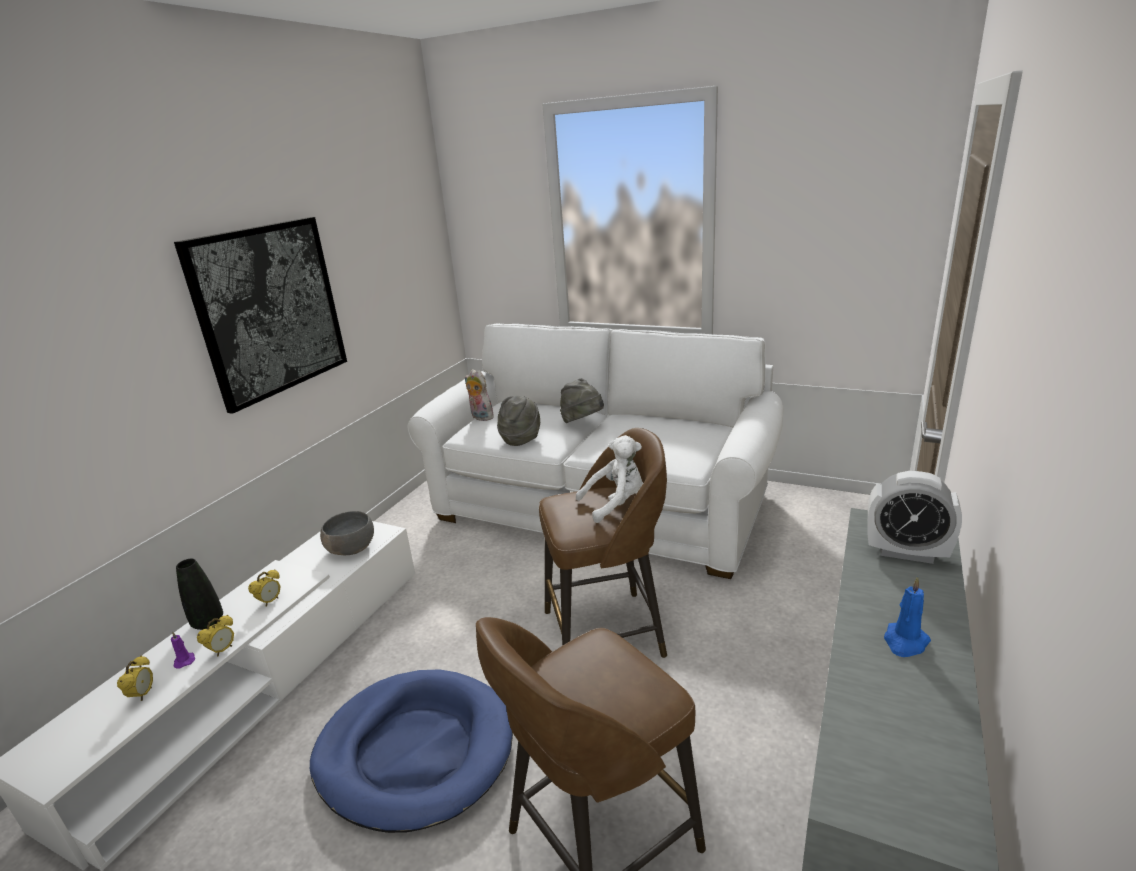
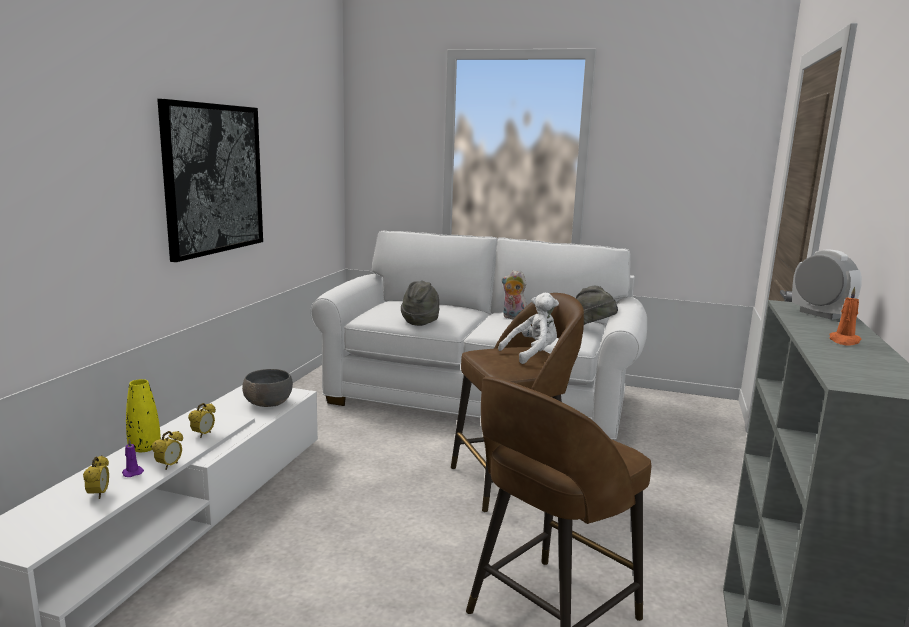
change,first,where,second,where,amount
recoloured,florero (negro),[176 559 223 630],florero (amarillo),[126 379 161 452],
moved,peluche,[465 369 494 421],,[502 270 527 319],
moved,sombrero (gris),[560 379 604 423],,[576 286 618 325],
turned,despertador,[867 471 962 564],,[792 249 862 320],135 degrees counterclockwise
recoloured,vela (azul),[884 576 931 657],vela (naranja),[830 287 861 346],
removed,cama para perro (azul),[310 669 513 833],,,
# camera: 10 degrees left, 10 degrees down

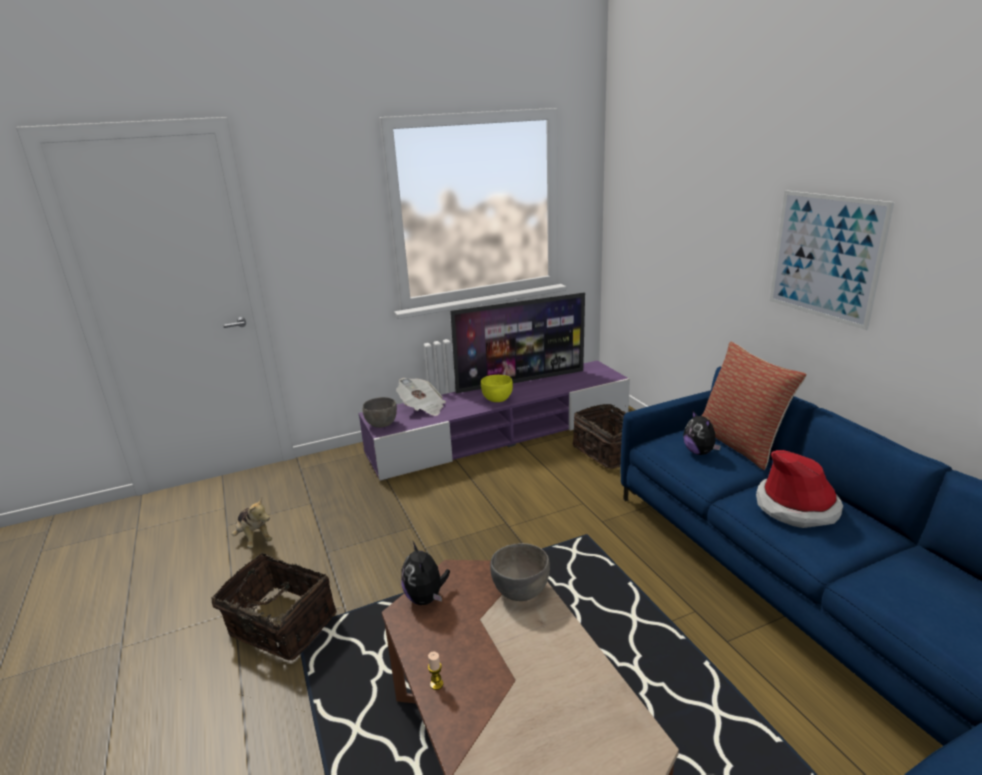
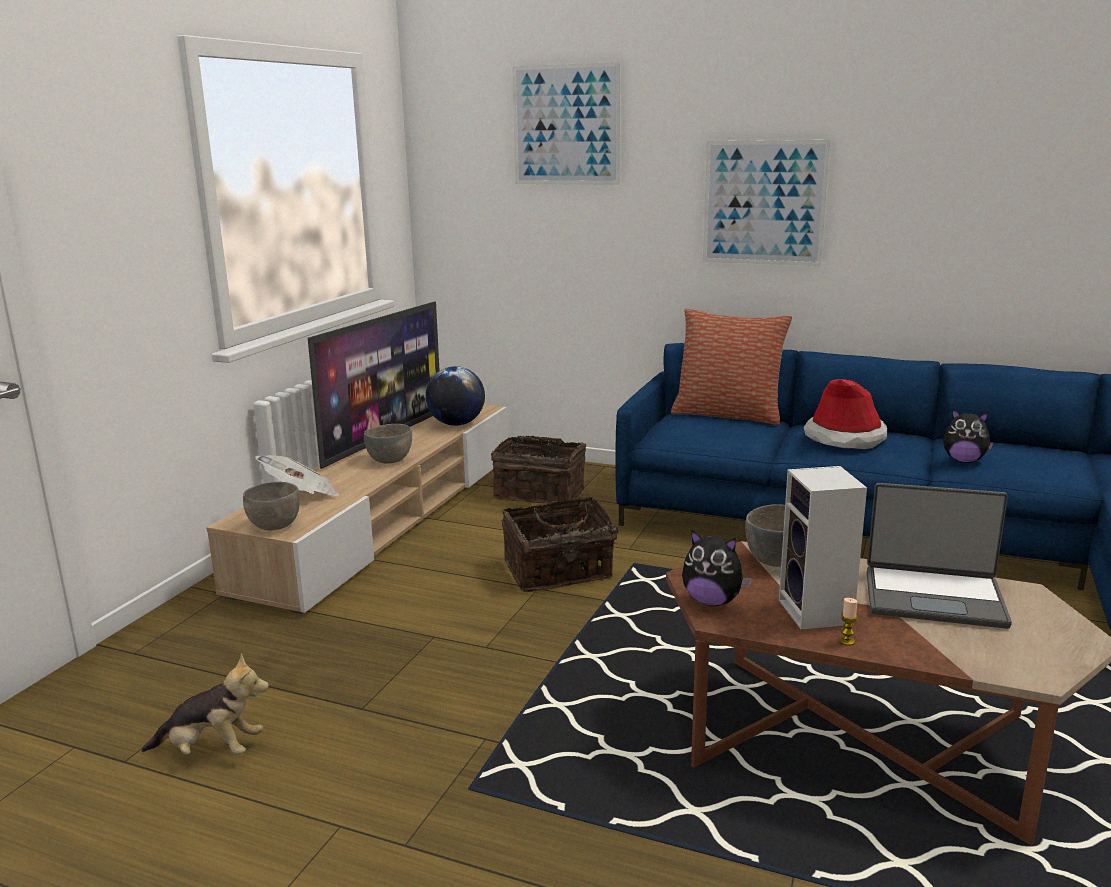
change,first,where,second,where,amount
recoloured,mueble de televisión (morado),[358 360 630 481],mueble de televisión (beis),[206 405 508 614],
recoloured,cuenco (amarillo),[481 375 513 402],cuenco (gris),[364 424 412 463],
added,,,globo terráqueo,[426 366 485 426],
moved,cesta,[212 553 337 661],,[501 496 618 592],
added,,,cuadro,[512 62 621 185],
added,,,altavoz,[779 466 867 630],
added,,,portátil,[867 483 1012 629],
moved,peluche,[683 410 721 455],,[943 409 994 463],
# camera: 45 degrees left, 5 degrees down

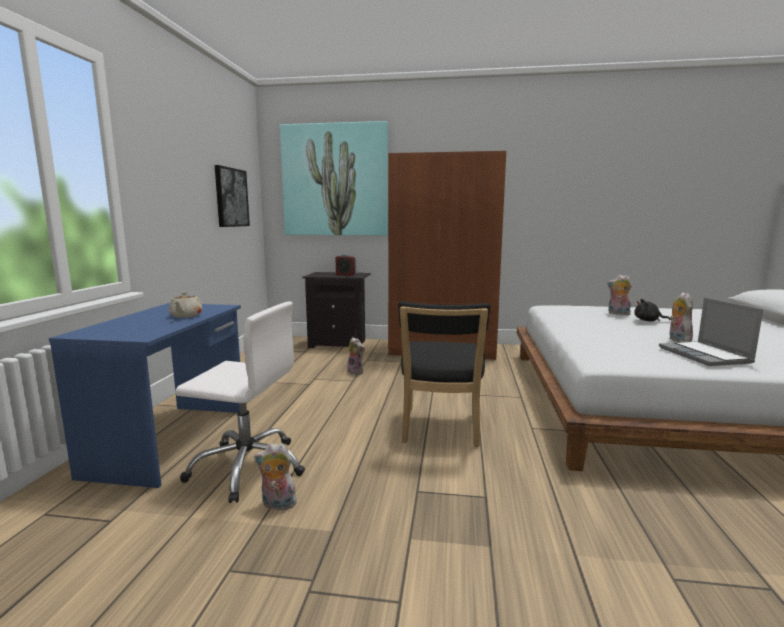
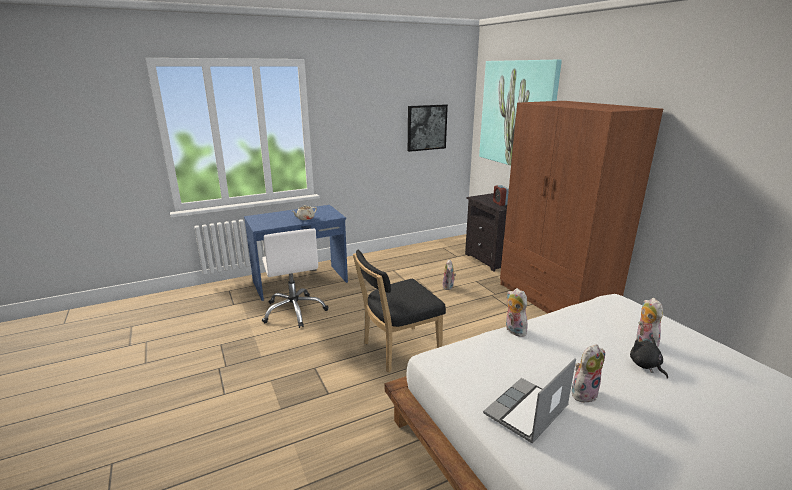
change,first,where,second,where,amount
moved,peluche,[254 443 297 510],,[506 288 527 337],
# camera: 55 degrees right, 10 degrees up

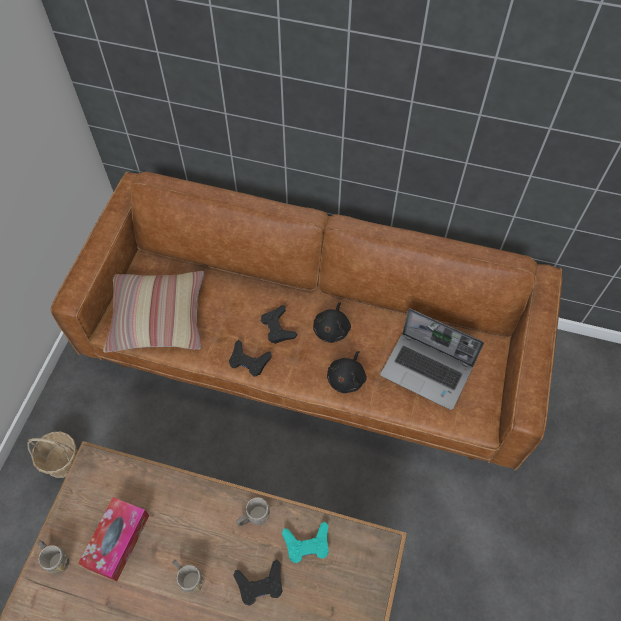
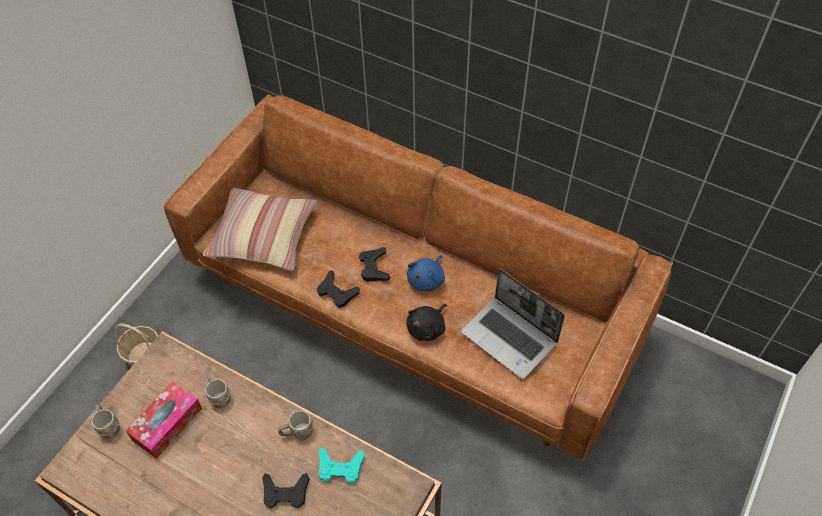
change,first,where,second,where,amount
moved,taza grande (gris),[172 560 203 593],,[206 374 231 409],
recoloured,peluche (negro),[313 302 351 343],peluche (azul),[407 255 445 291],
# camera: 15 degrees right, 5 degrees down

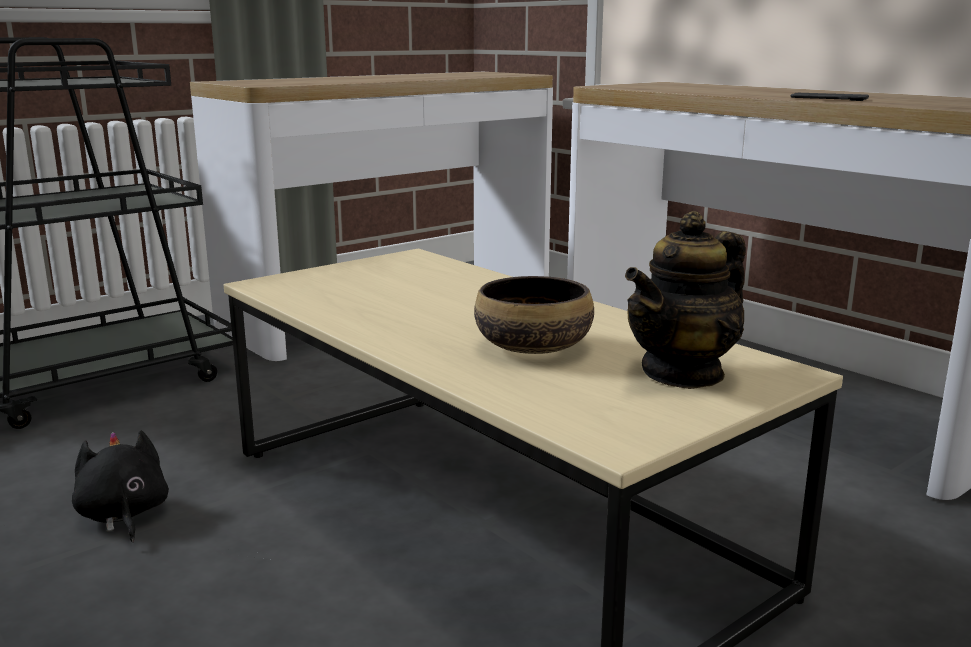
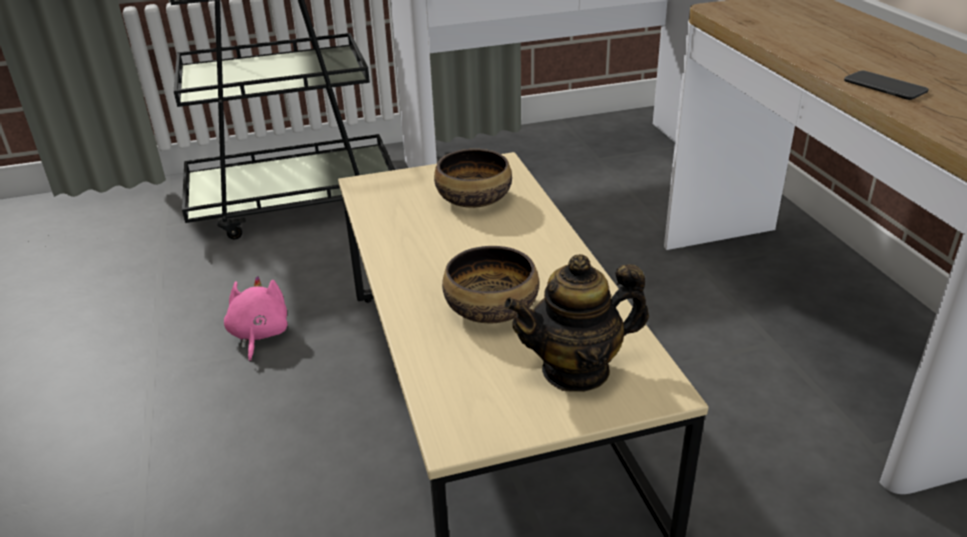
change,first,where,second,where,amount
recoloured,peluche (negro),[72 430 169 542],peluche (rosa),[224 276 288 362],
added,,,cuenco,[434 149 512 208],
# camera: 25 degrees right, 15 degrees up

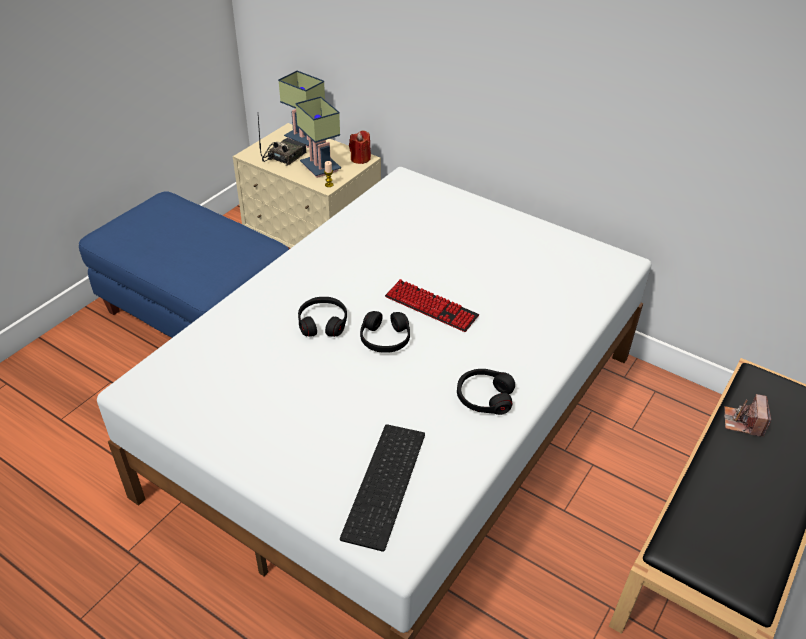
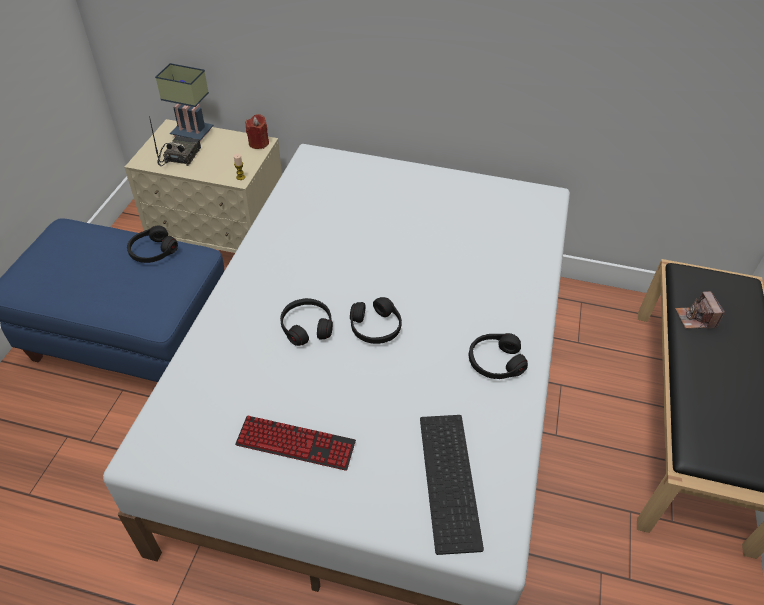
change,first,where,second,where,amount
added,,,auriculares (negro),[127 226 178 263],
moved,teclado,[385 279 479 332],,[235 416 356 471],
removed,lámpara de mesa,[295 96 341 178],,,
# camera: 20 degrees left, 5 degrees up

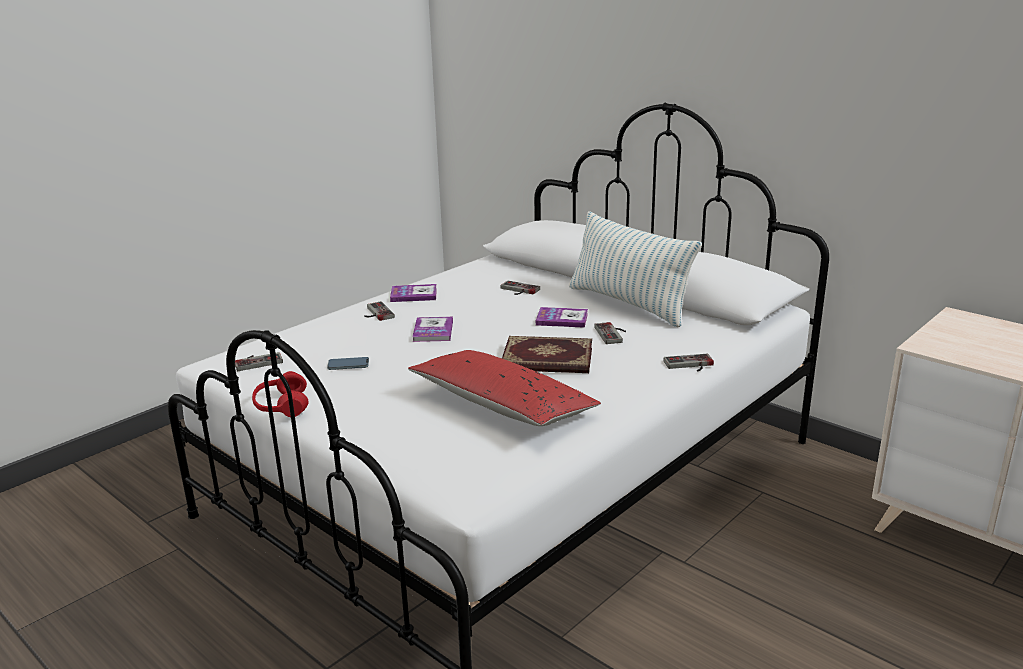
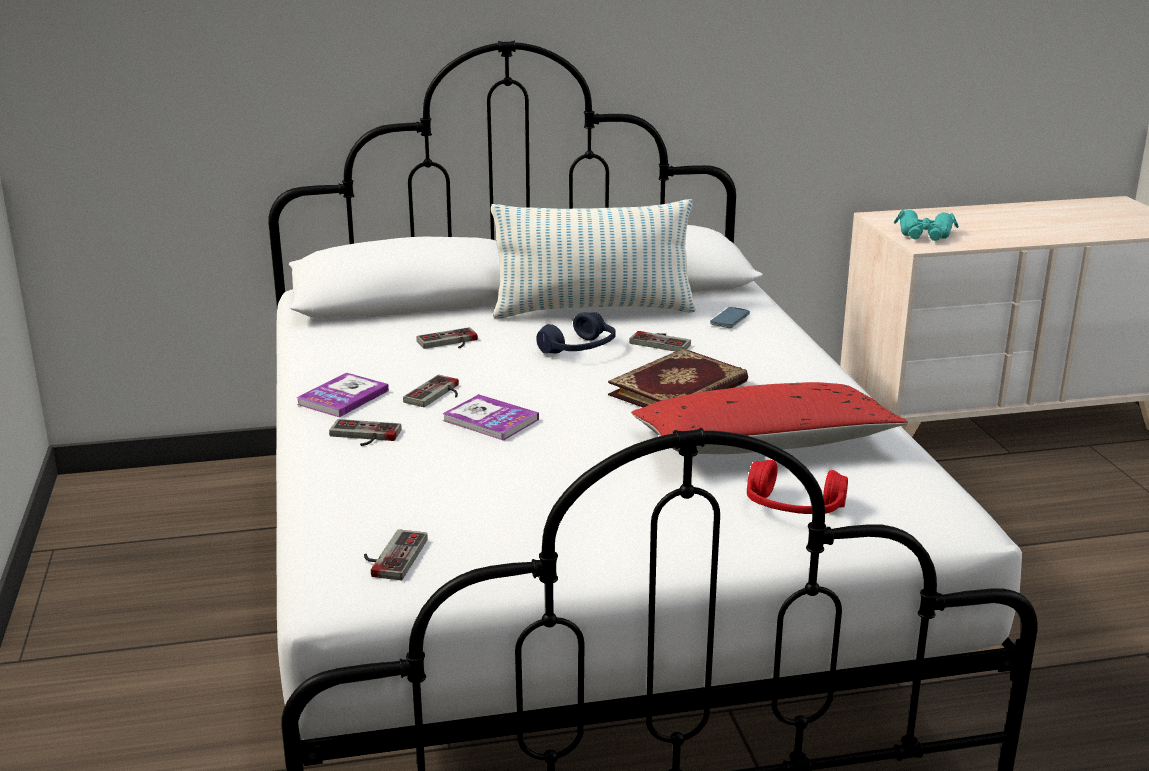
change,first,where,second,where,amount
moved,mando de consola,[663 354 714 372],,[403 375 459 407],
replaced,libro,[536 307 588 328],auriculares (azul),[536 312 616 354],
moved,móvil,[327 357 369 370],,[710 307 750 328],
moved,auriculares (rojo),[252 371 308 417],,[747 460 848 514],
added,,,prismáticos (turquesa),[894 209 959 241],
# camera: 55 degrees left, 0 degrees up

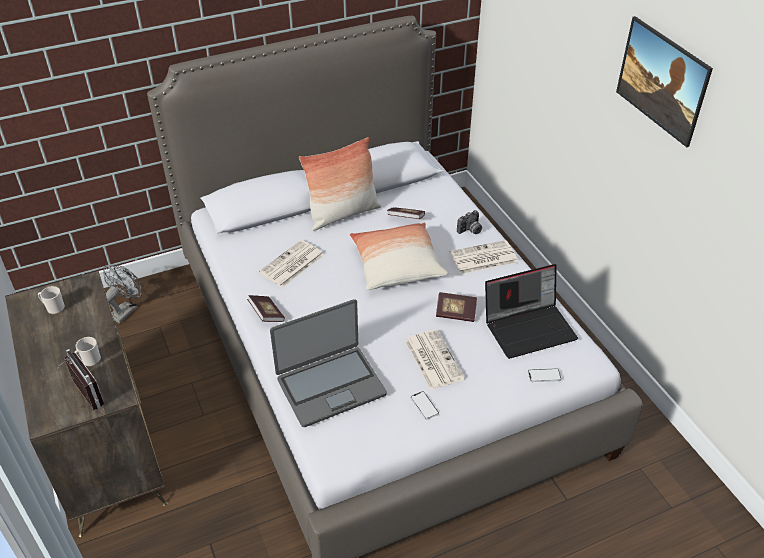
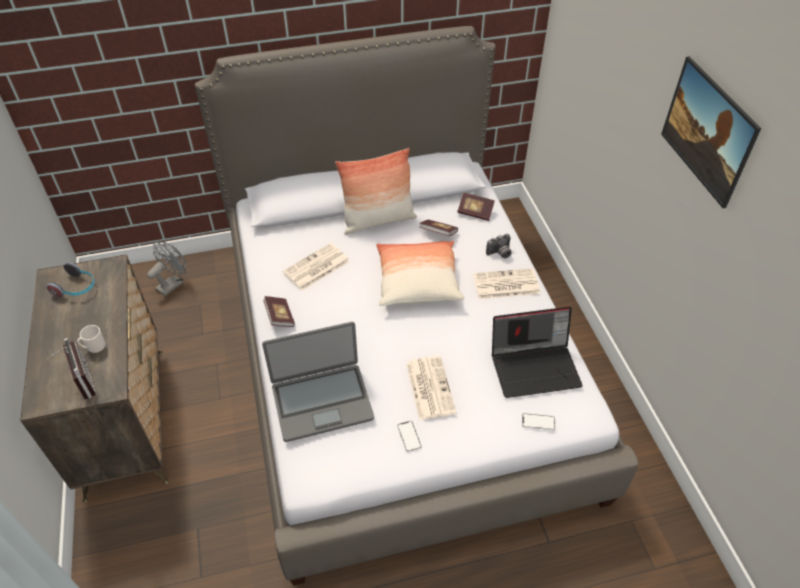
change,first,where,second,where,amount
replaced,taza grande,[38 286 65 314],auriculares,[46 262 94 297],
moved,libro,[436 292 477 322],,[457 193 495 221],
# camera: 10 degrees right, 5 degrees up

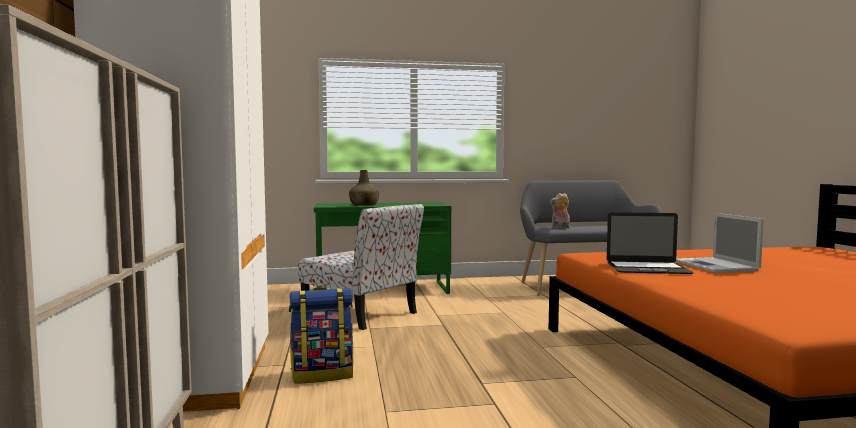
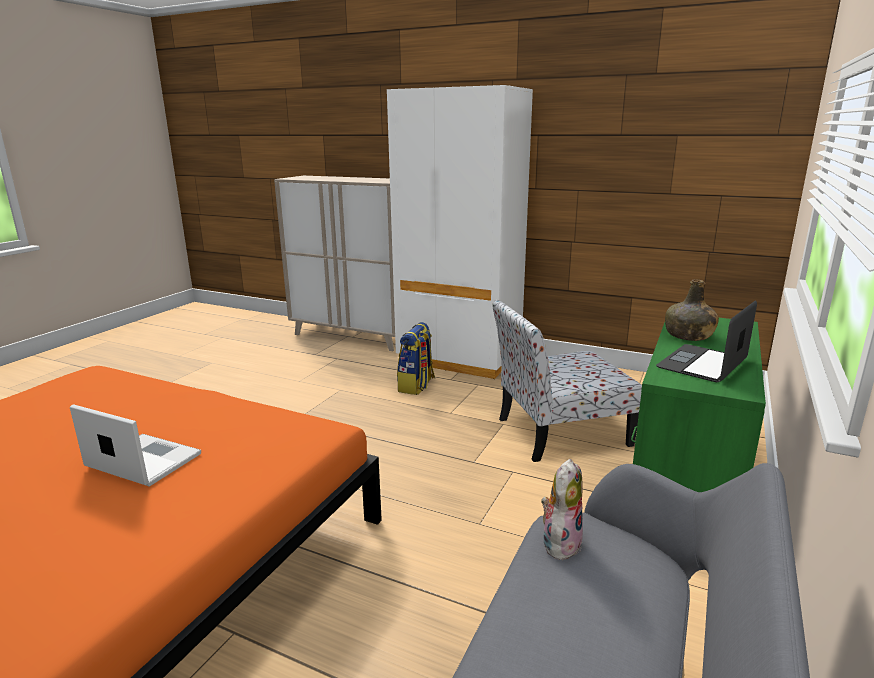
change,first,where,second,where,amount
moved,portátil,[607 212 694 274],,[656 301 757 382],
# camera: 125 degrees right, 15 degrees up

